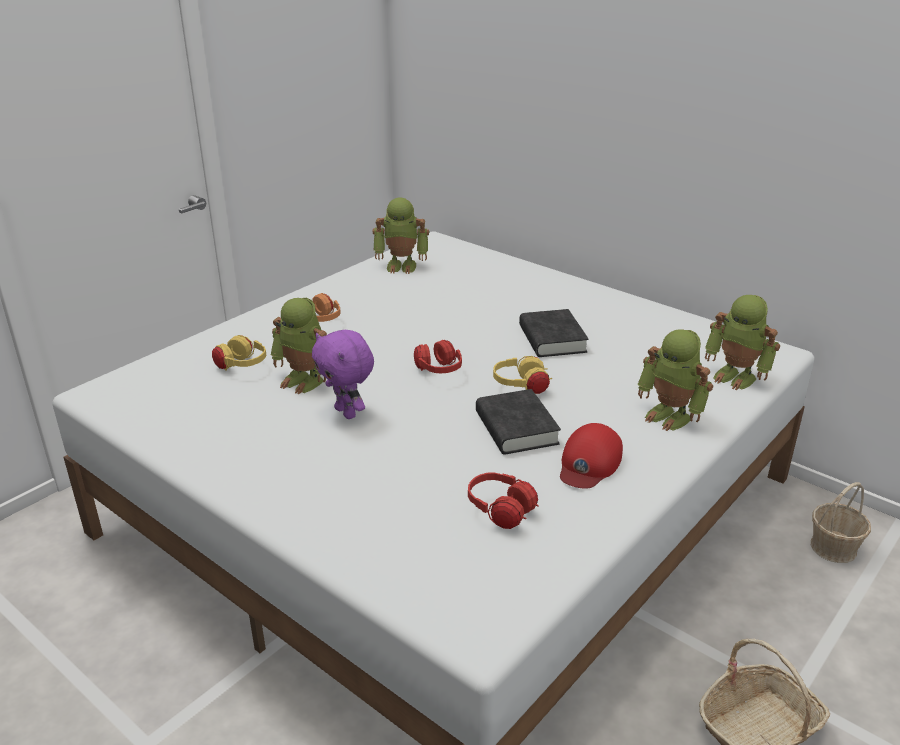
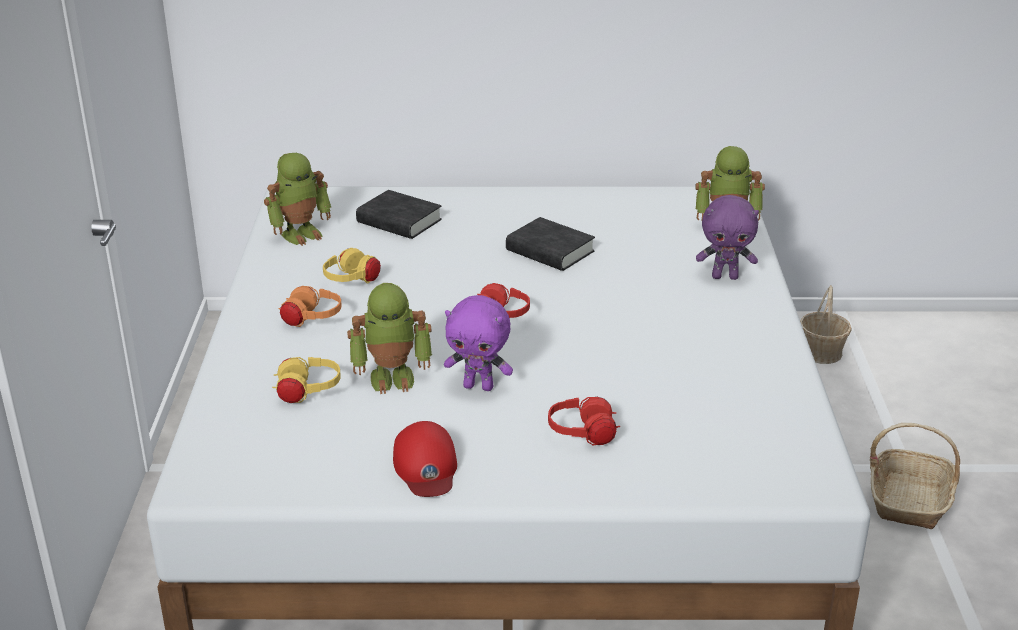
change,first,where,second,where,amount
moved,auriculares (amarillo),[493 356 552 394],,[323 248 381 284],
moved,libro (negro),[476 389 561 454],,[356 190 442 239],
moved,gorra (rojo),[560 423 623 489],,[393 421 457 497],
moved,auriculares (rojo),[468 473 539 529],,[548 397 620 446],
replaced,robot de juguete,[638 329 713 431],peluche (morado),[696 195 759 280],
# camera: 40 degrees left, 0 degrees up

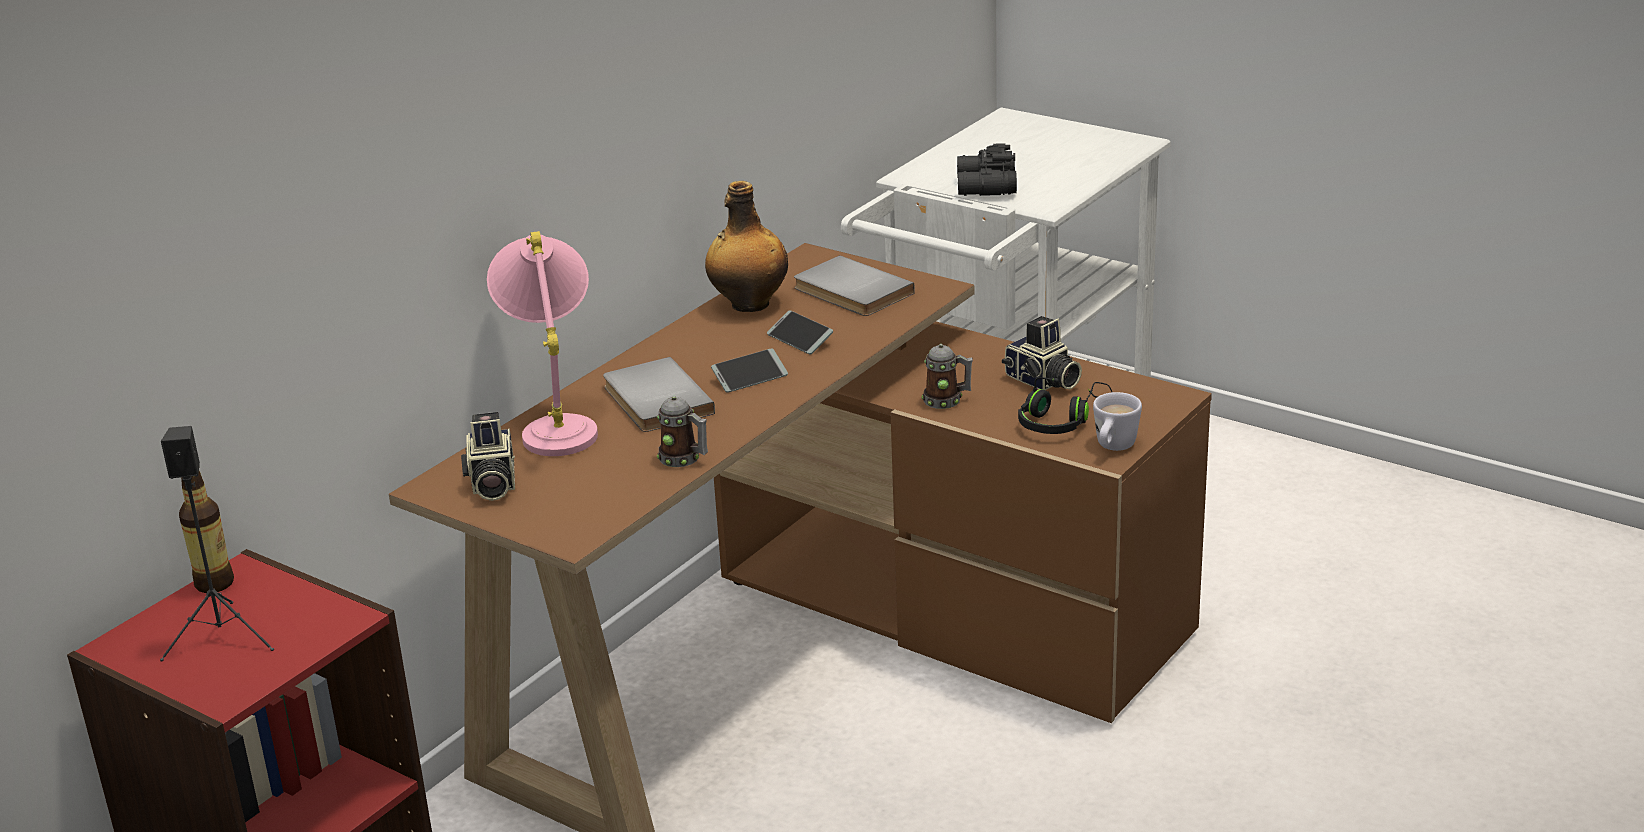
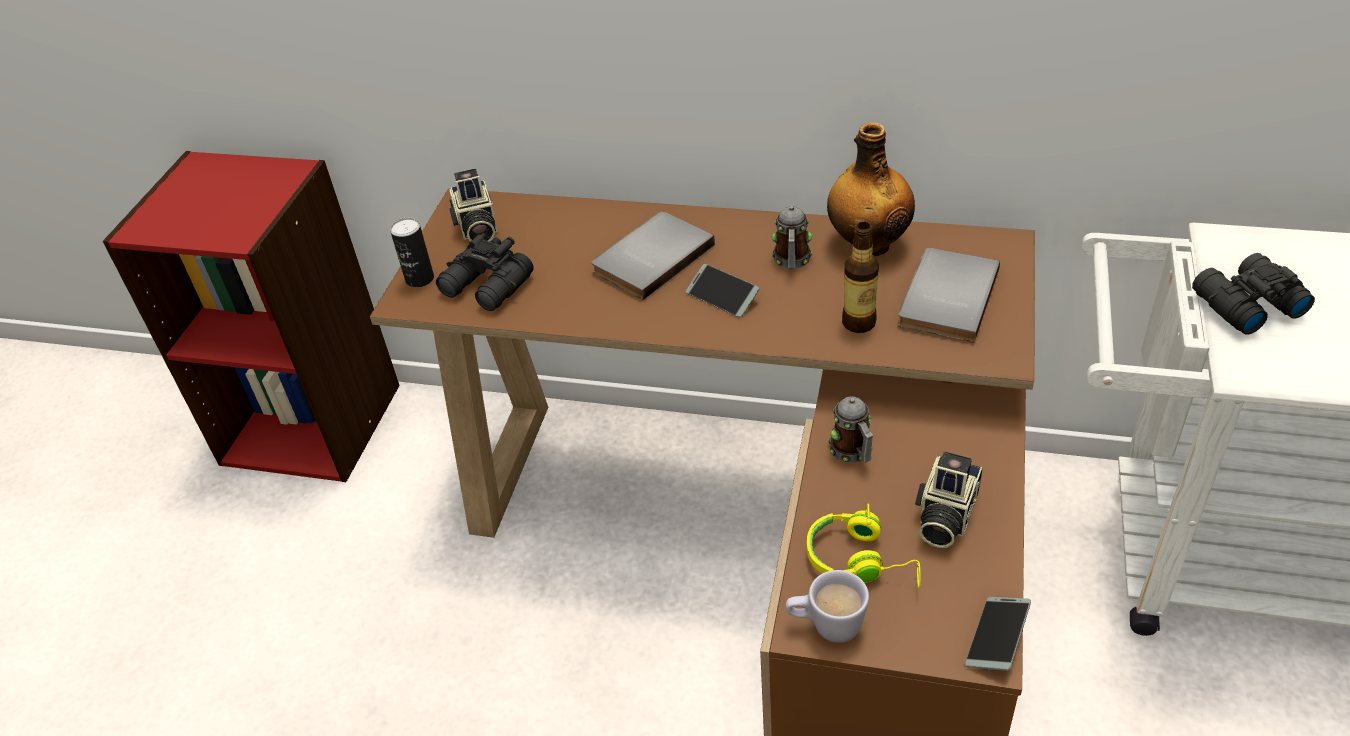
change,first,where,second,where,amount
added,,,lata,[390 218 434 288],
added,,,prismáticos (negro),[436 233 534 311],
turned,cámara,[461 412 515 501],,[449 169 498 242],75 degrees counterclockwise
moved,taza grande,[657 396 708 467],,[772 206 813 269],
recoloured,auriculares (negro),[1018 377 1112 434],auriculares (amarillo),[807 503 921 588],
moved,botella,[179 471 234 593],,[842 222 879 333],
moved,móvil,[767 310 833 354],,[965 597 1031 671],
removed,altavoz (negro),[160 426 274 661],,,
removed,lámpara de mesa (rosa),[487 231 598 456],,,
# camera: 70 degrees right, 15 degrees up

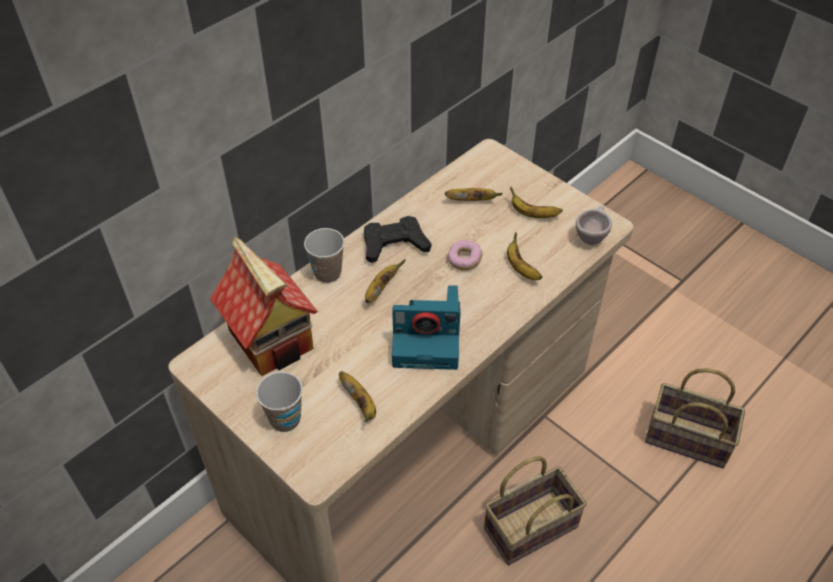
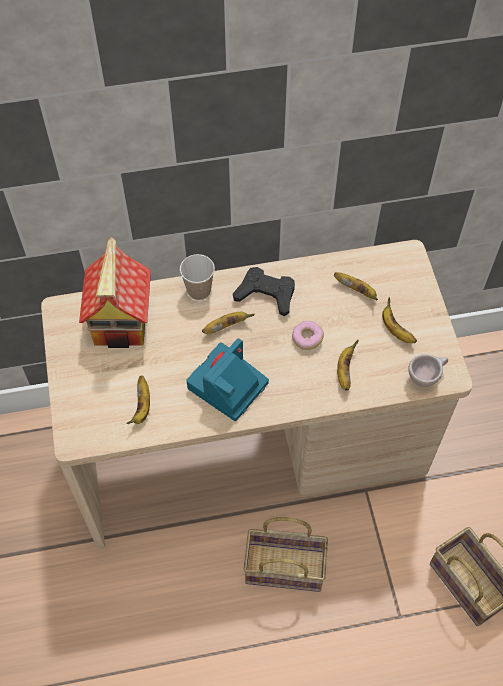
change,first,where,second,where,amount
turned,cámara,[392 285 460 370],,[186 338 269 421],90 degrees clockwise
removed,taza,[256 372 303 432],,,
# camera: 35 degrees right, 10 degrees up

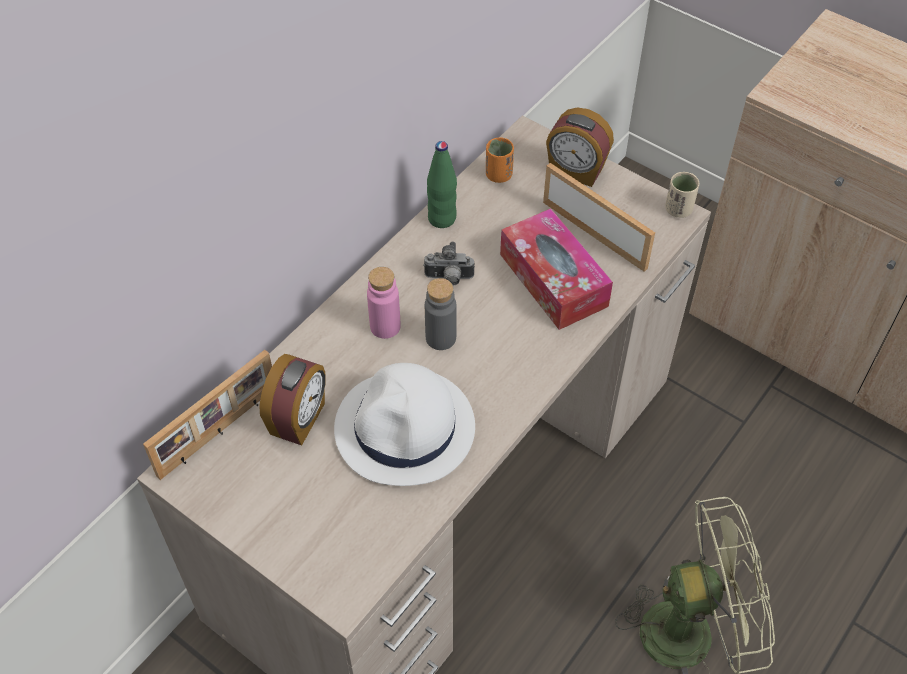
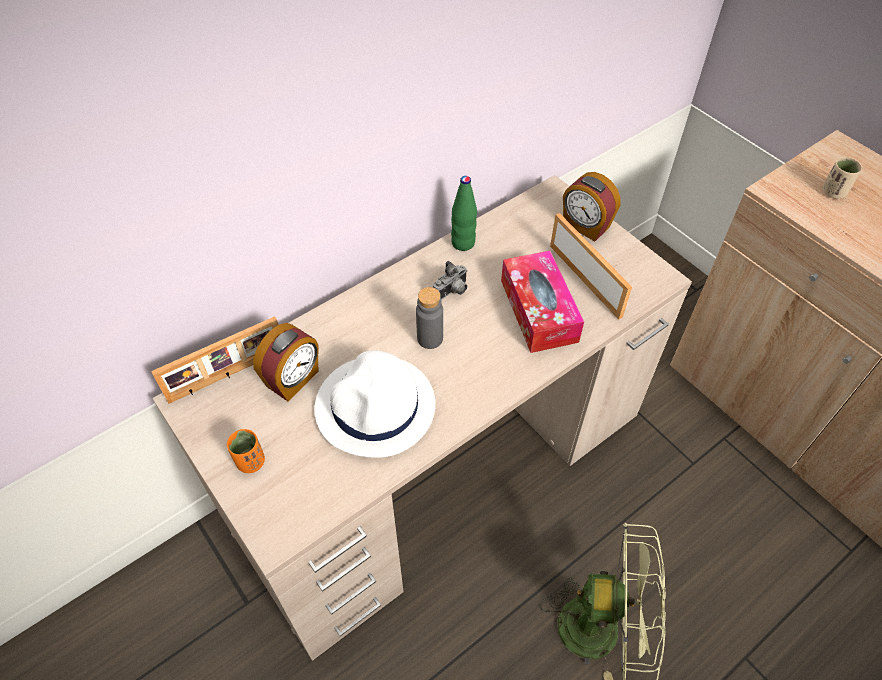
change,first,where,second,where,amount
moved,taza (naranja),[486 137 514 183],,[227 429 265 473],
turned,cámara,[423 242 475 286],,[433 261 467 300],60 degrees counterclockwise
moved,taza (beis),[665 172 699 218],,[822 157 862 199],
removed,botella (rosa),[367 267 401 339],,,
# camera: 15 degrees right, 0 degrees up

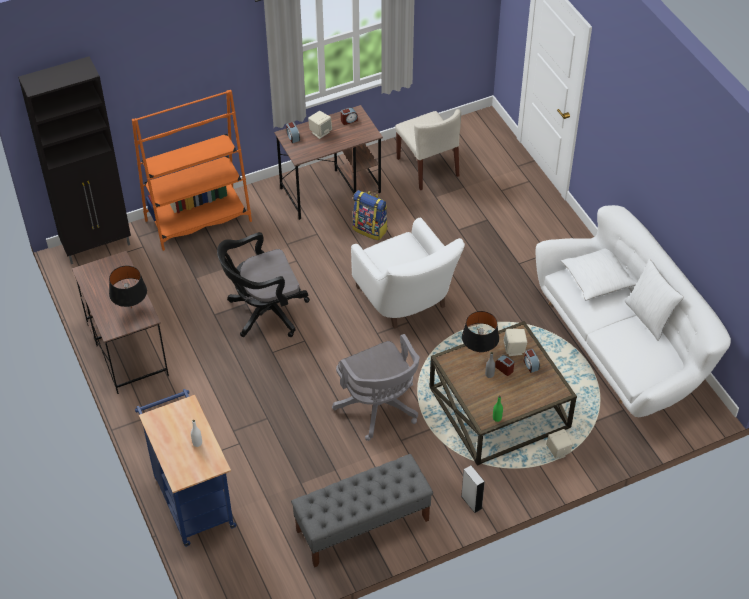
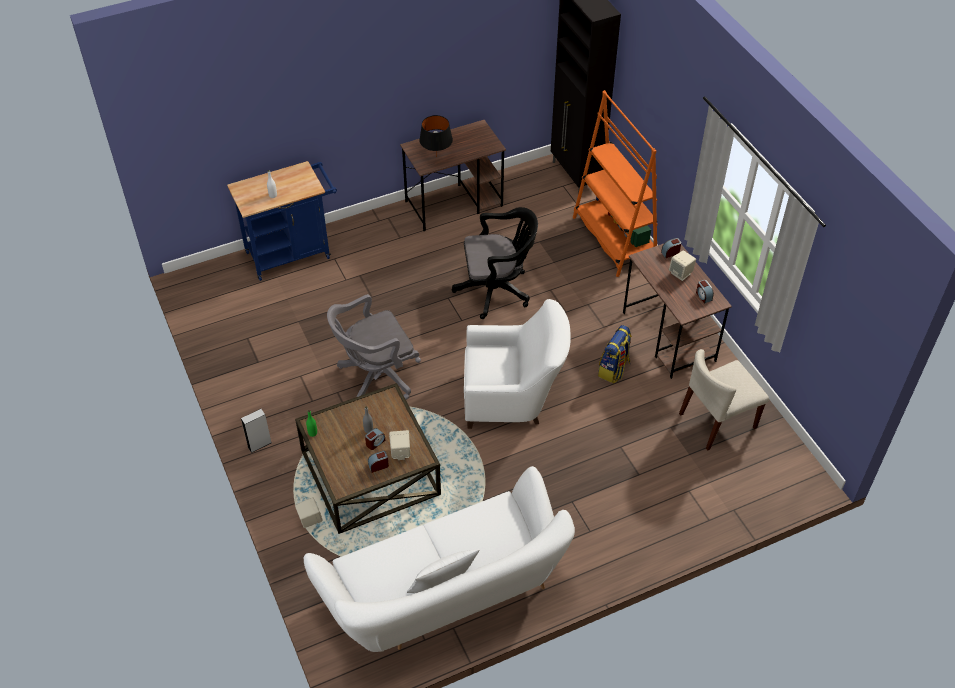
change,first,where,second,where,amount
turned,silla de oficina (negro),[217 232 310 337],,[452 207 538 319],105 degrees clockwise
turned,sillón (blanco),[351 218 465 329],,[464 299 571 429],150 degrees counterclockwise
removed,banco (gris),[291 454 433 567],,,
removed,lámpara de mesa (negro),[462 311 499 353],,,
removed,cojín (blanco),[561 249 637 301],,,
# camera: 90 degrees right, 0 degrees up

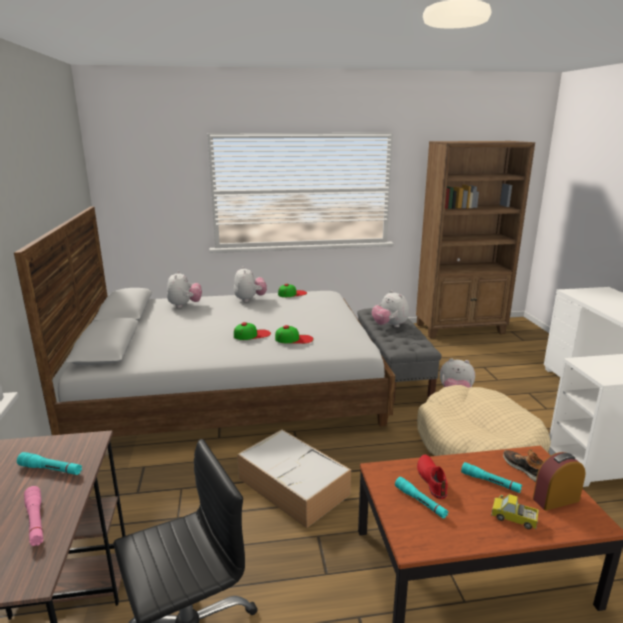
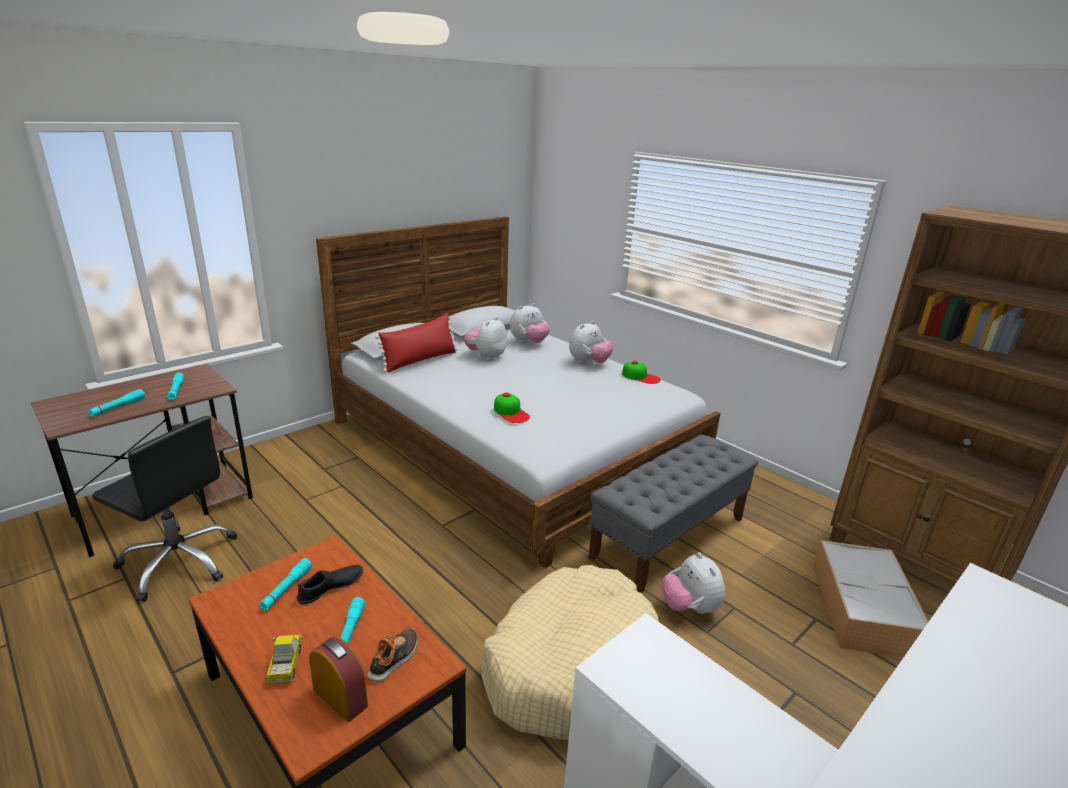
change,first,where,second,where,amount
recoloured,linterna (rosa),[24 486 43 546],linterna (turquesa),[88 389 145 417],
recoloured,zapato (rojo),[417 455 448 499],zapato (negro),[297 565 363 604],
added,,,cojín (rojo),[375 314 457 372],
moved,peluche,[372 290 409 327],,[464 317 507 361],
moved,caja de almacenaje,[237 430 351 528],,[813 540 929 658],
removed,gorra,[234 322 271 340],,,
# camera: 55 degrees right, 5 degrees up

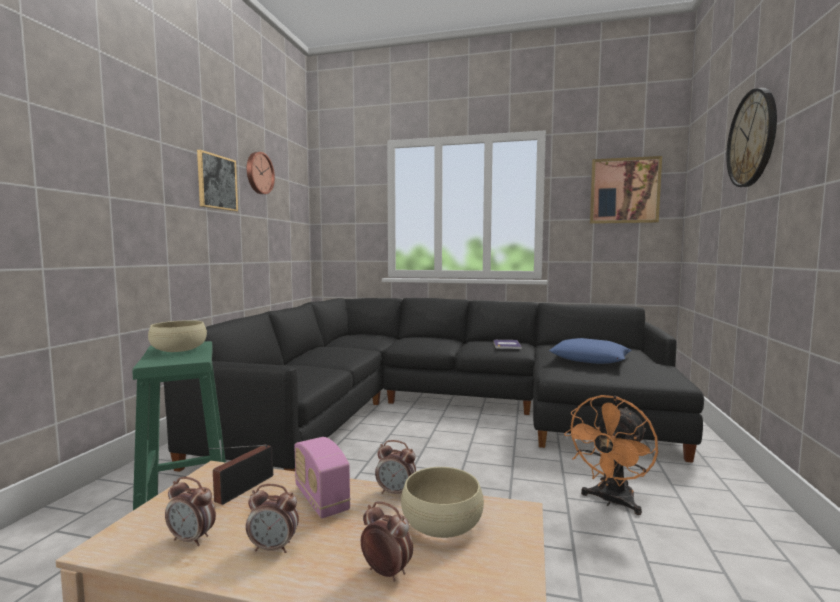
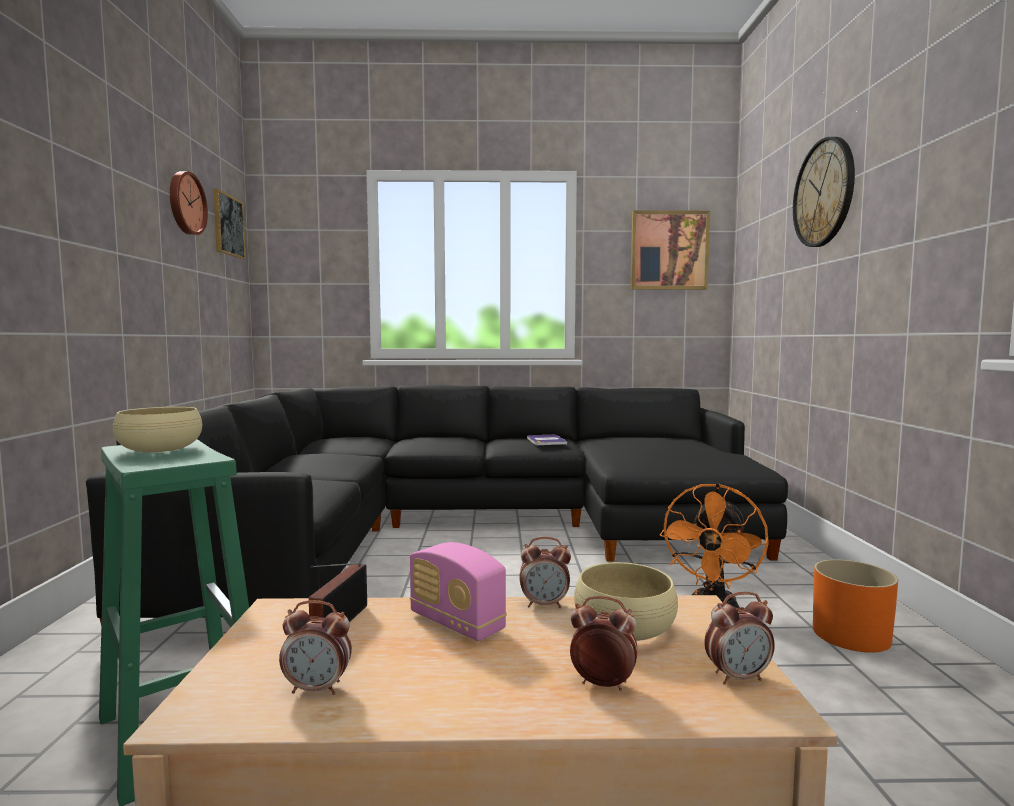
change,first,where,second,where,amount
moved,cuadro,[197 150 238 212],,[213 189 246 259],
moved,despertador,[246 484 299 553],,[704 592 775 685],
added,,,maceta (naranja),[813 559 898 653],
removed,cojín (azul),[549 338 631 364],,,
# camera: 15 degrees left, 0 degrees up

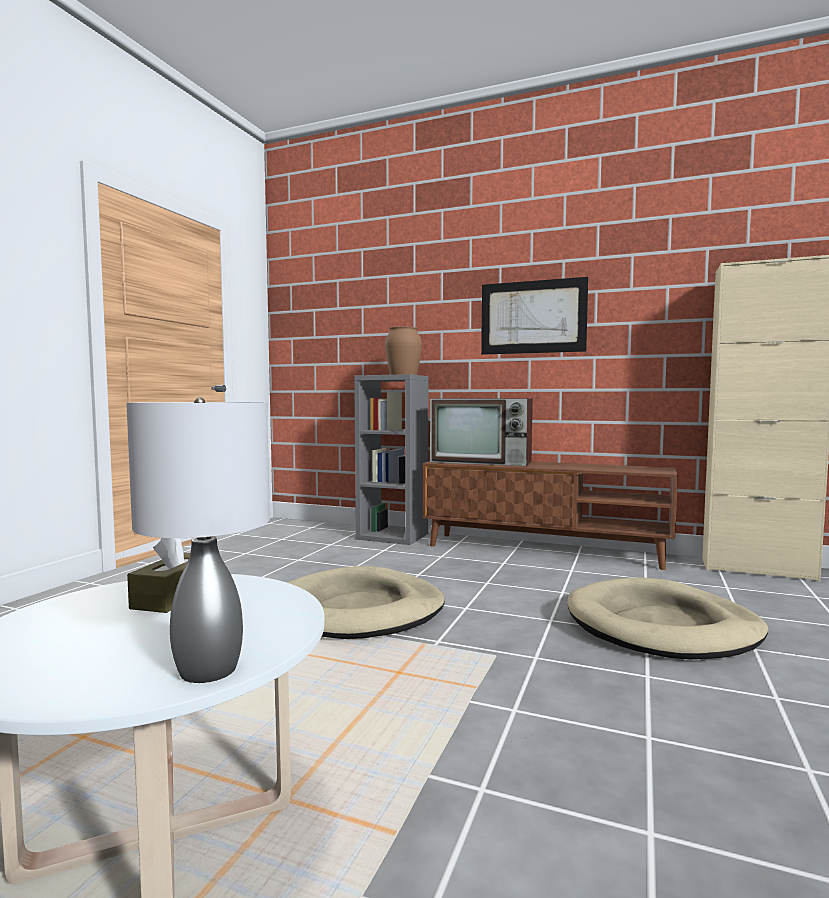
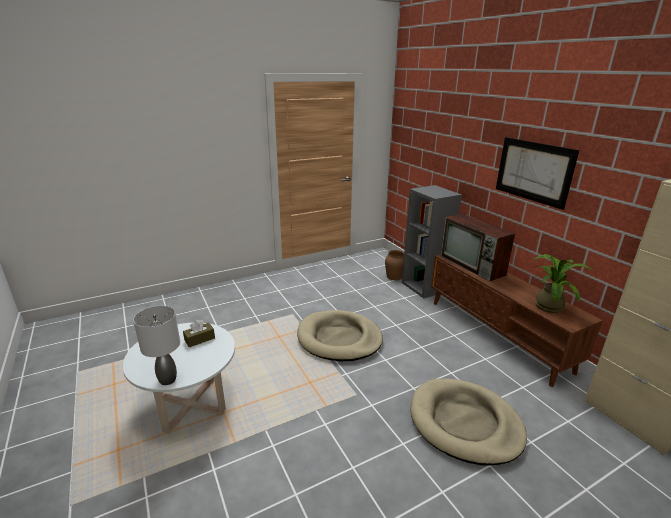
change,first,where,second,where,amount
moved,florero (marrón),[385 327 422 375],,[385 250 404 280],
added,,,planta en maceta,[533 254 594 313],
# camera: 40 degrees right, 20 degrees up

